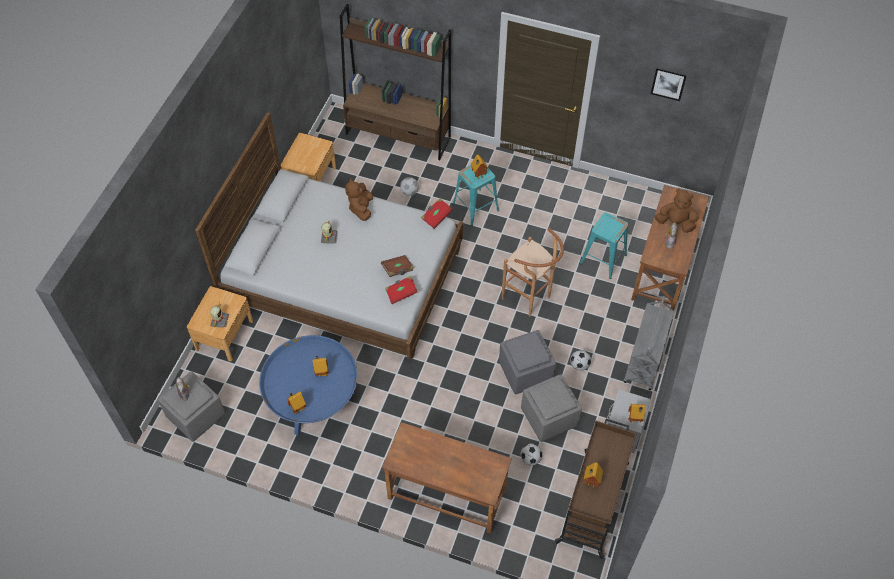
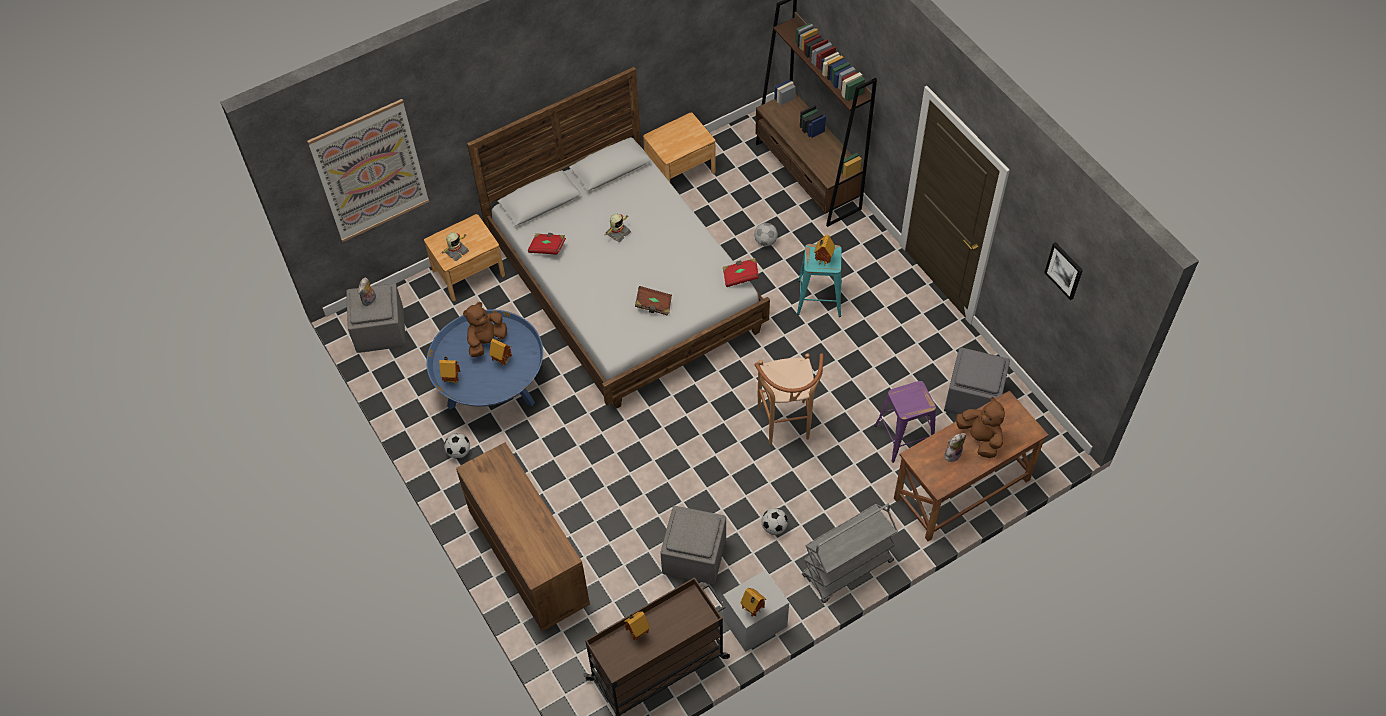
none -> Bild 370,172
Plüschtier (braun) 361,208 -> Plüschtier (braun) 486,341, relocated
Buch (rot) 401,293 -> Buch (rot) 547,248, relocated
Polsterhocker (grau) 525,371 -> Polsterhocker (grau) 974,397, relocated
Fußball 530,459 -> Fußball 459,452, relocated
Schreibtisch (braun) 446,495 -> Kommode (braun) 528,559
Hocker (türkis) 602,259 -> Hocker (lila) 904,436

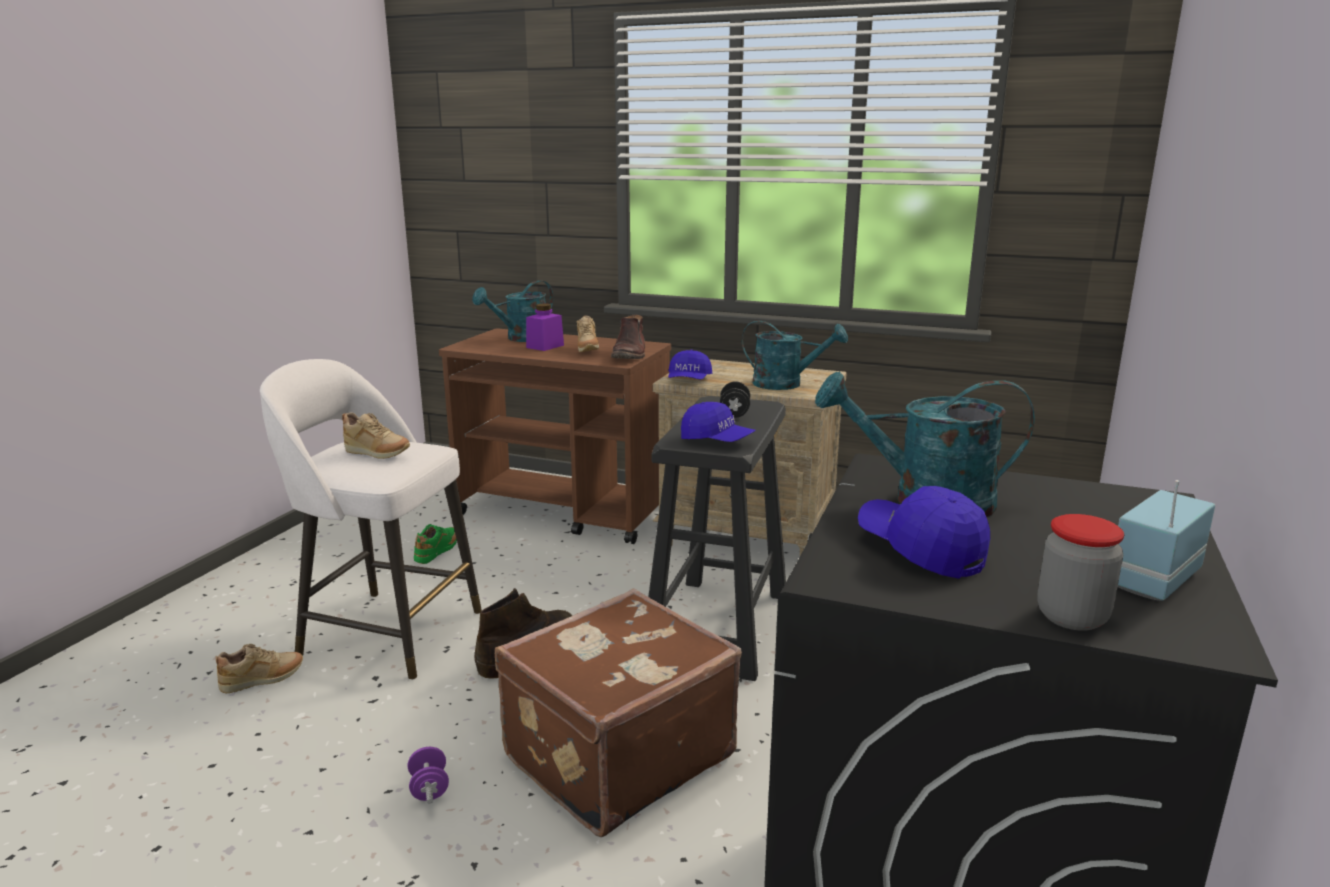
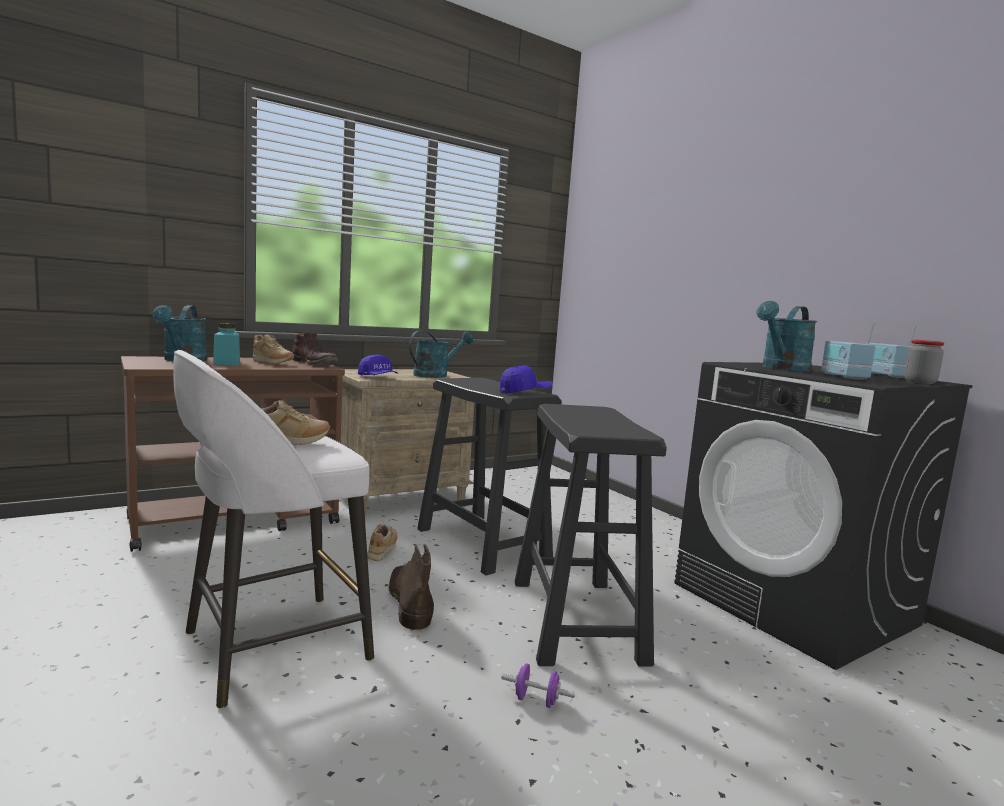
Schuh (grün) 438,552 -> none
Hantel (schwarz) 734,413 -> none
Schuh (beige) 263,681 -> Schuh (beige) 383,551, relocated
Koffer (braun) 615,755 -> Hocker (schwarz) 576,620
Kappe (blau) 920,550 -> Radio 843,376
Vorratsglas (lila) 545,346 -> Vorratsglas (türkis) 227,363

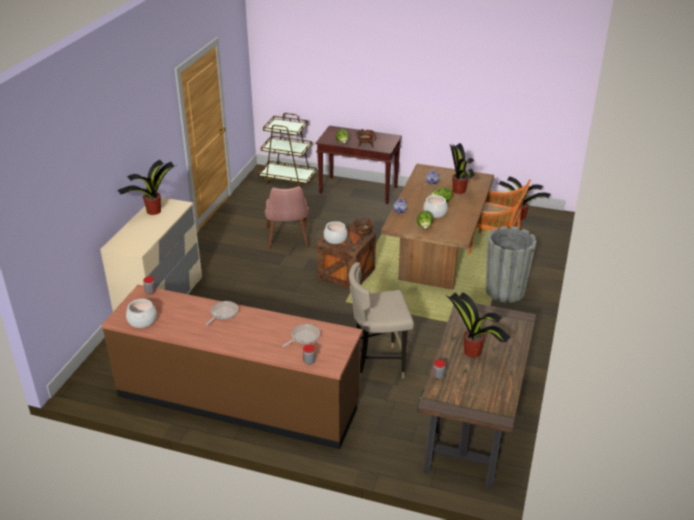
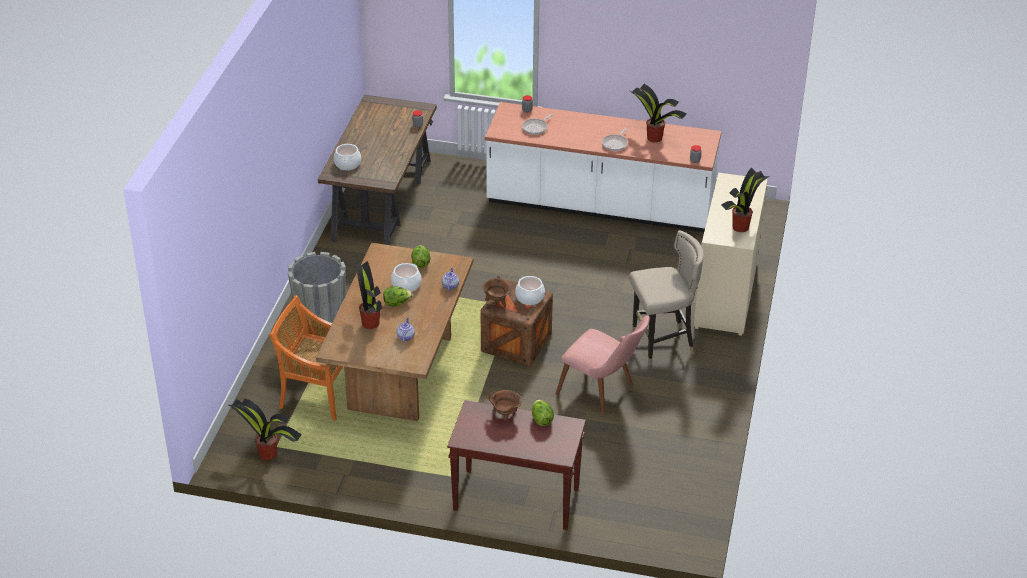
Rollwagen (braun) 288,178 -> none
Kochtopf 142,320 -> Kochtopf 347,164, relocated
Hocker (beige) 378,364 -> Hocker (beige) 662,344, relocated
Topfpflanze 473,352 -> Topfpflanze 654,137, relocated
Küchenzeile (braun) 238,399 -> Küchenzeile (weiß) 600,205
Stuhl (rosa) 288,240 -> Stuhl (rosa) 603,391, 135 degrees clockwise

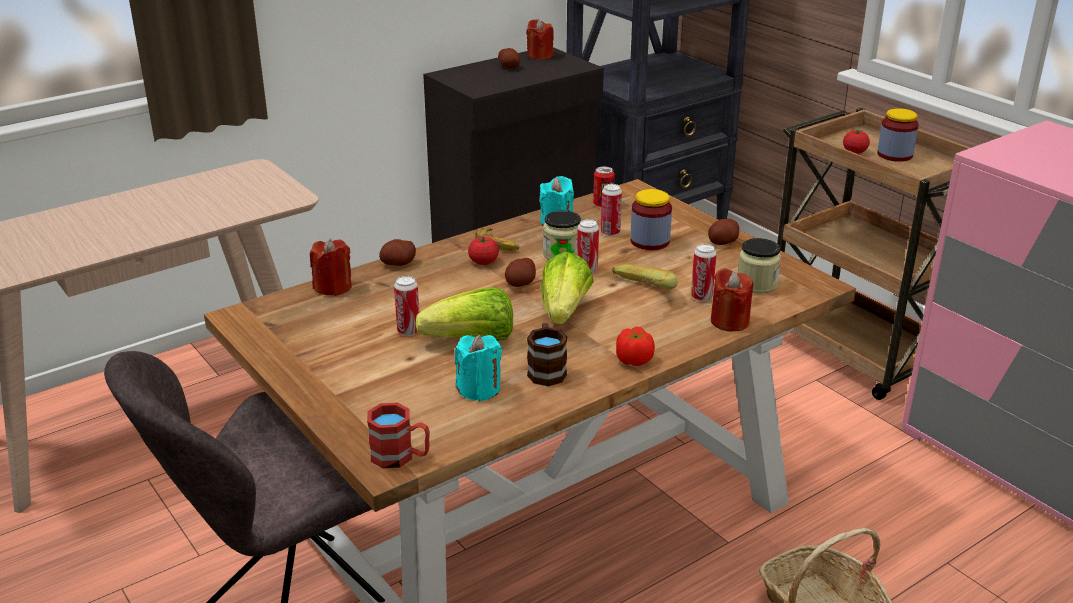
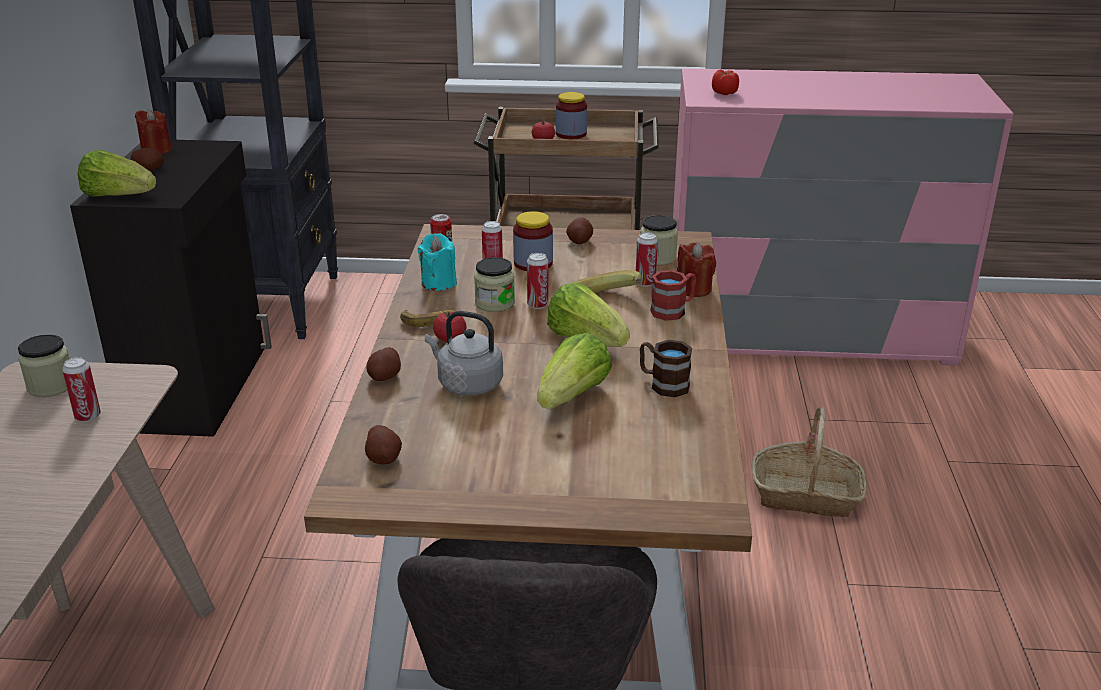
Kerze (rot) 333,287 -> none
Kerze (türkis) 479,389 -> none
none -> Vorratsglas 51,385
none -> Salatkopf 118,196
none -> Wasserkessel (grau) 467,384
Henkelbecher (rot) 400,457 -> Henkelbecher (rot) 673,310, relocated
Dose 408,331 -> Dose 88,416, relocated
Kartoffel 520,283 -> Kartoffel 384,458, relocated
Tomate 634,360 -> Tomate 724,93, relocated

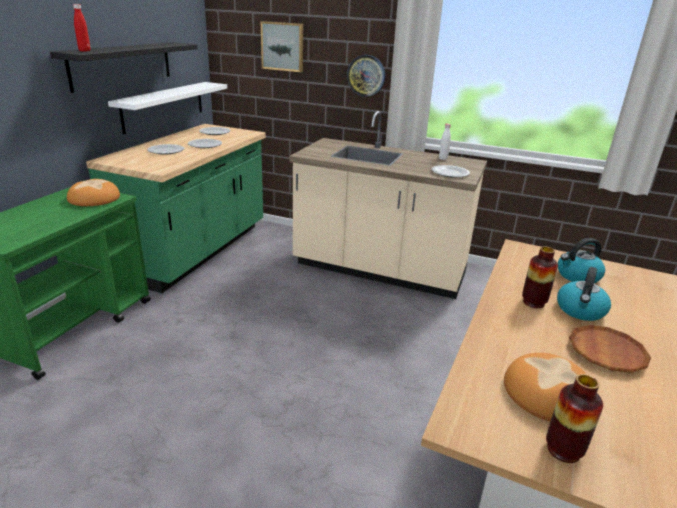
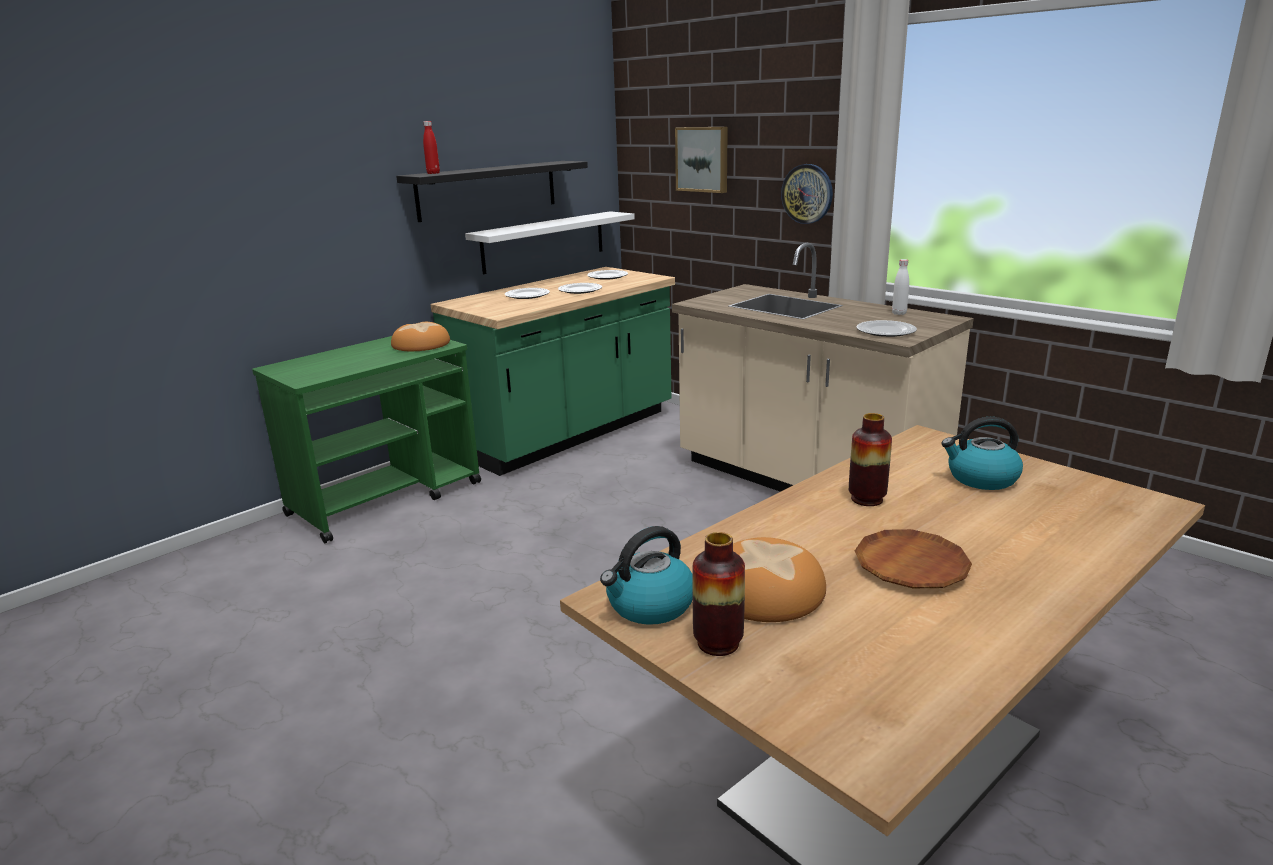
Wasserkessel 580,310 -> Wasserkessel 649,605, relocated

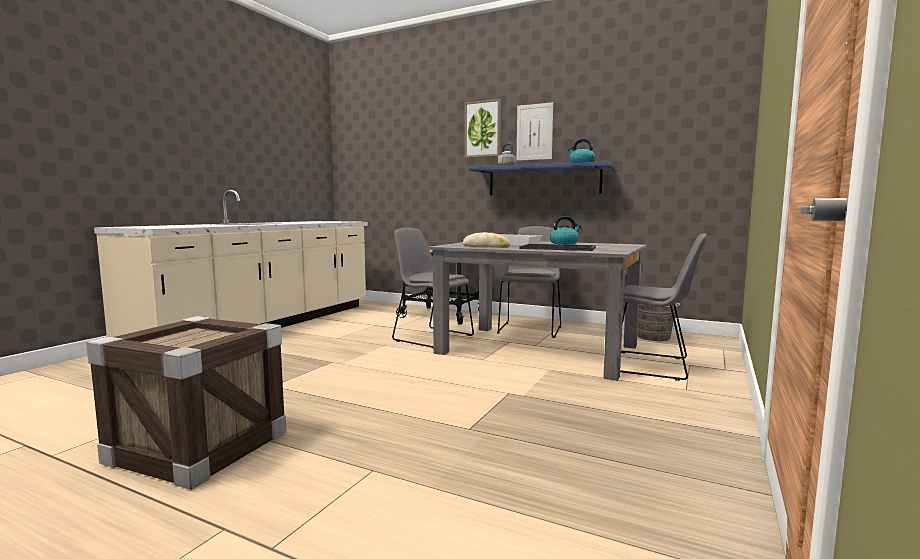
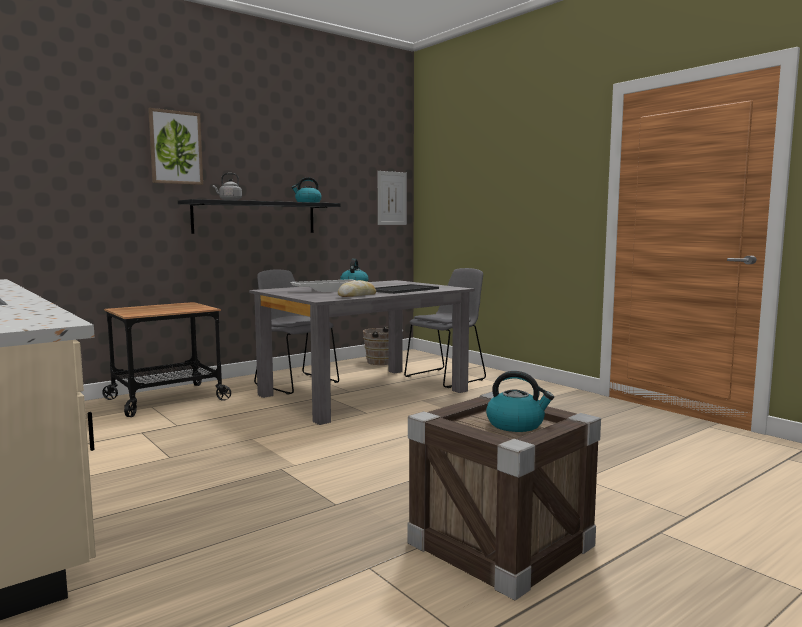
Stuhl (grau) 431,337 -> none
none -> Wasserkessel 516,424
Bild 534,132 -> Bild 392,198, relocated
Wandregal (blau) 543,181 -> Wandregal (schwarz) 255,217

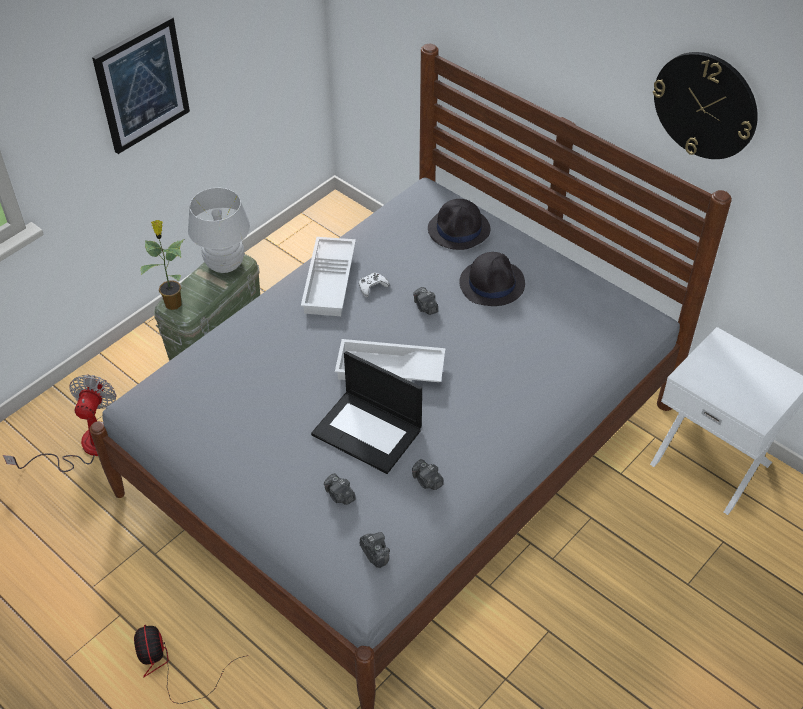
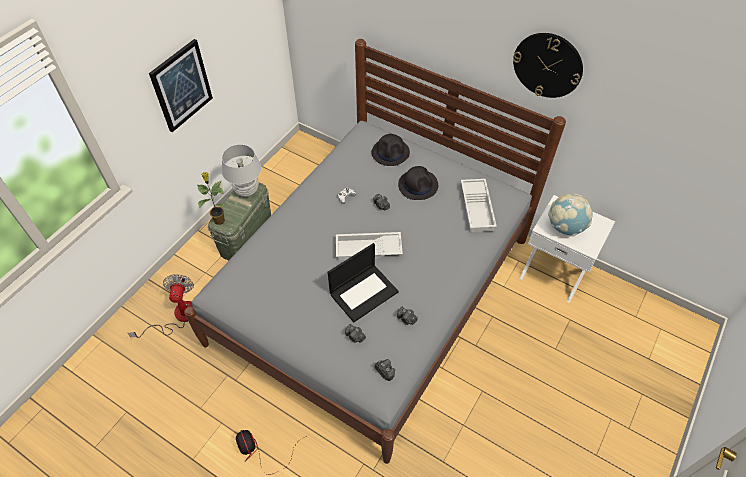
none -> Globus 565,227
Tablett (weiß) 331,282 -> Tablett (weiß) 478,208, relocated
Laptop 368,431 -> Laptop 364,292, 60 degrees counterclockwise

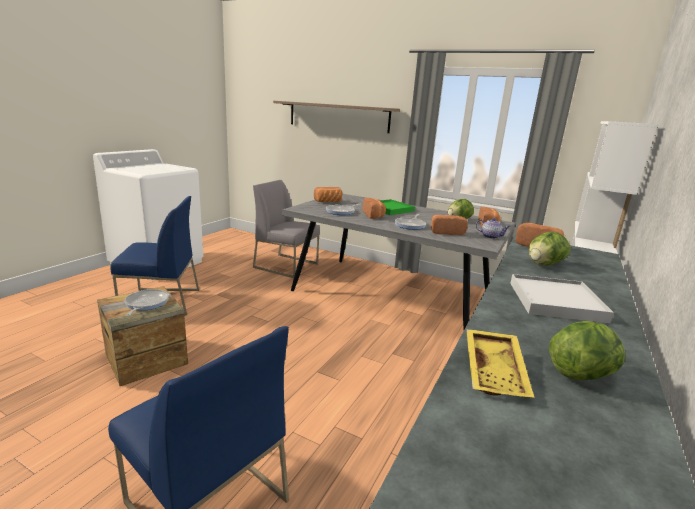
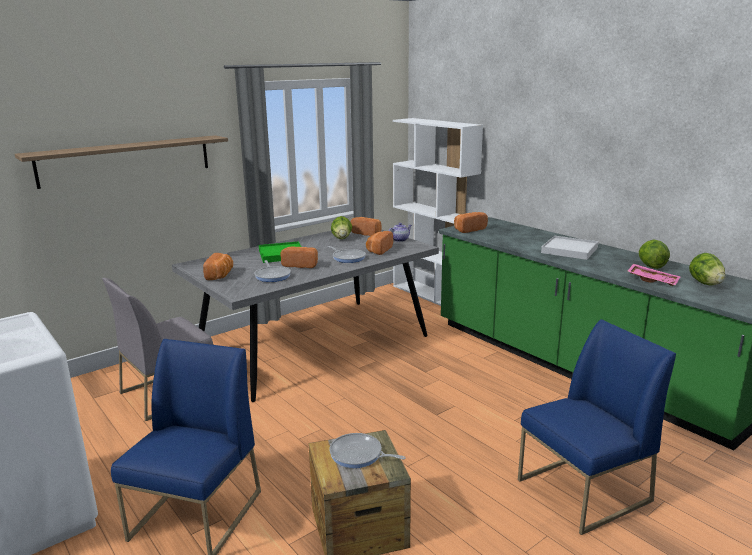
Salatkopf 544,264 -> Salatkopf 705,283, relocated
Tablett (gelb) 496,372 -> Tablett (rosa) 652,280

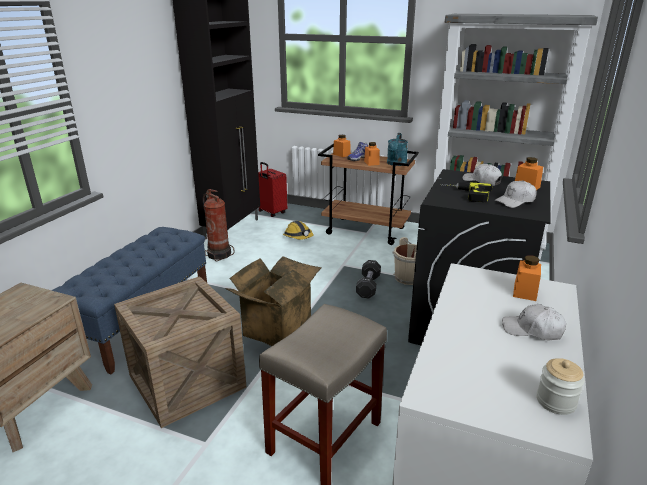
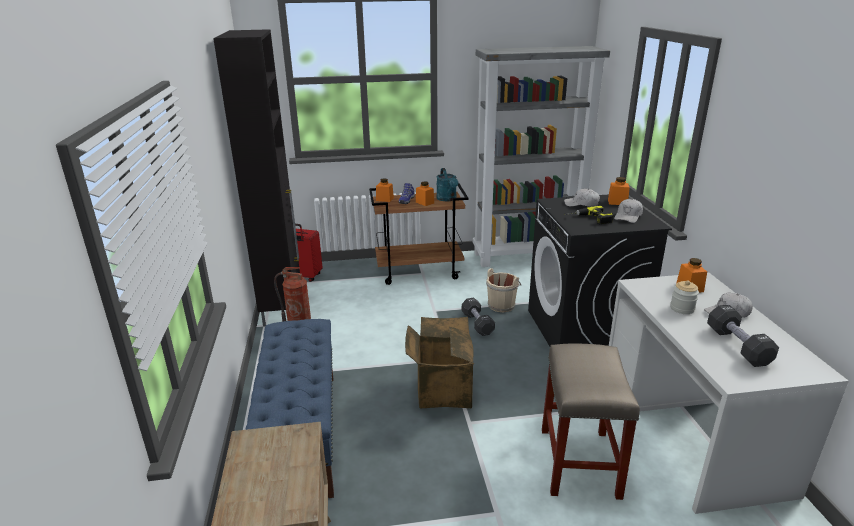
Kiste 187,381 -> none
Schutzhelm 298,237 -> none
none -> Hantel (schwarz) 738,346
Vorratsglas 556,401 -> Vorratsglas 682,308, relocated

